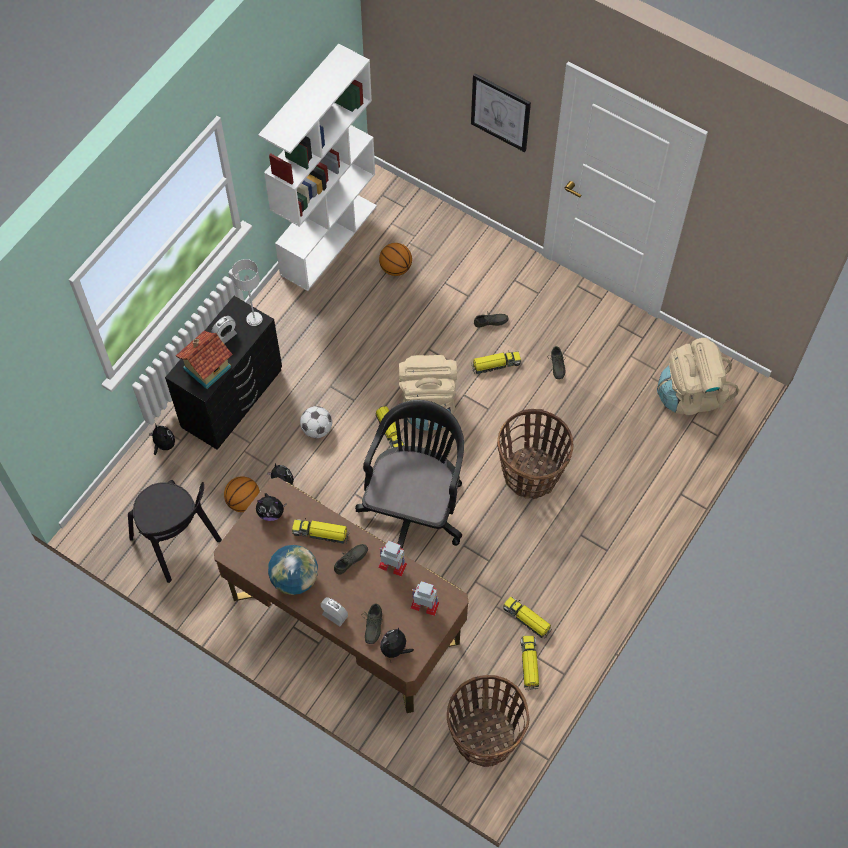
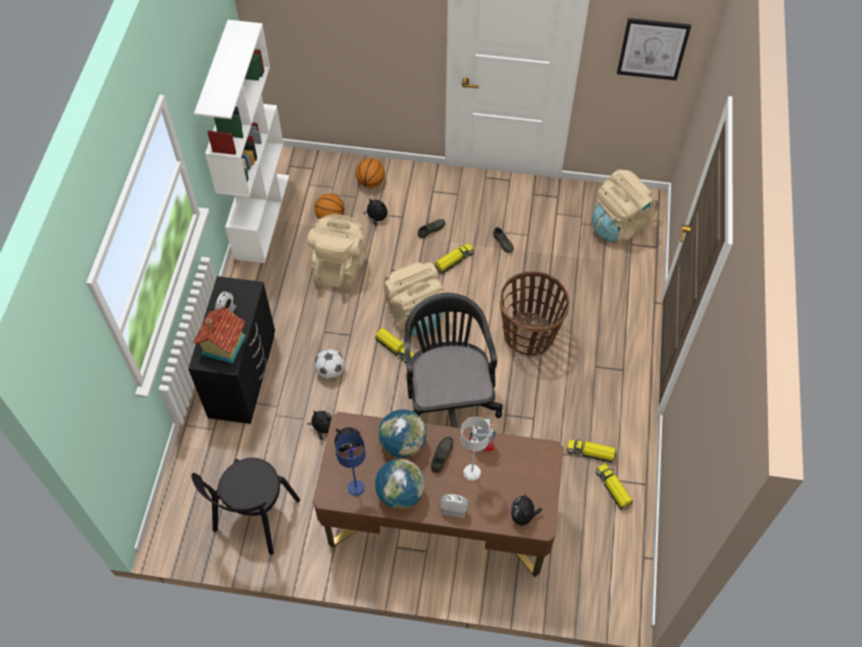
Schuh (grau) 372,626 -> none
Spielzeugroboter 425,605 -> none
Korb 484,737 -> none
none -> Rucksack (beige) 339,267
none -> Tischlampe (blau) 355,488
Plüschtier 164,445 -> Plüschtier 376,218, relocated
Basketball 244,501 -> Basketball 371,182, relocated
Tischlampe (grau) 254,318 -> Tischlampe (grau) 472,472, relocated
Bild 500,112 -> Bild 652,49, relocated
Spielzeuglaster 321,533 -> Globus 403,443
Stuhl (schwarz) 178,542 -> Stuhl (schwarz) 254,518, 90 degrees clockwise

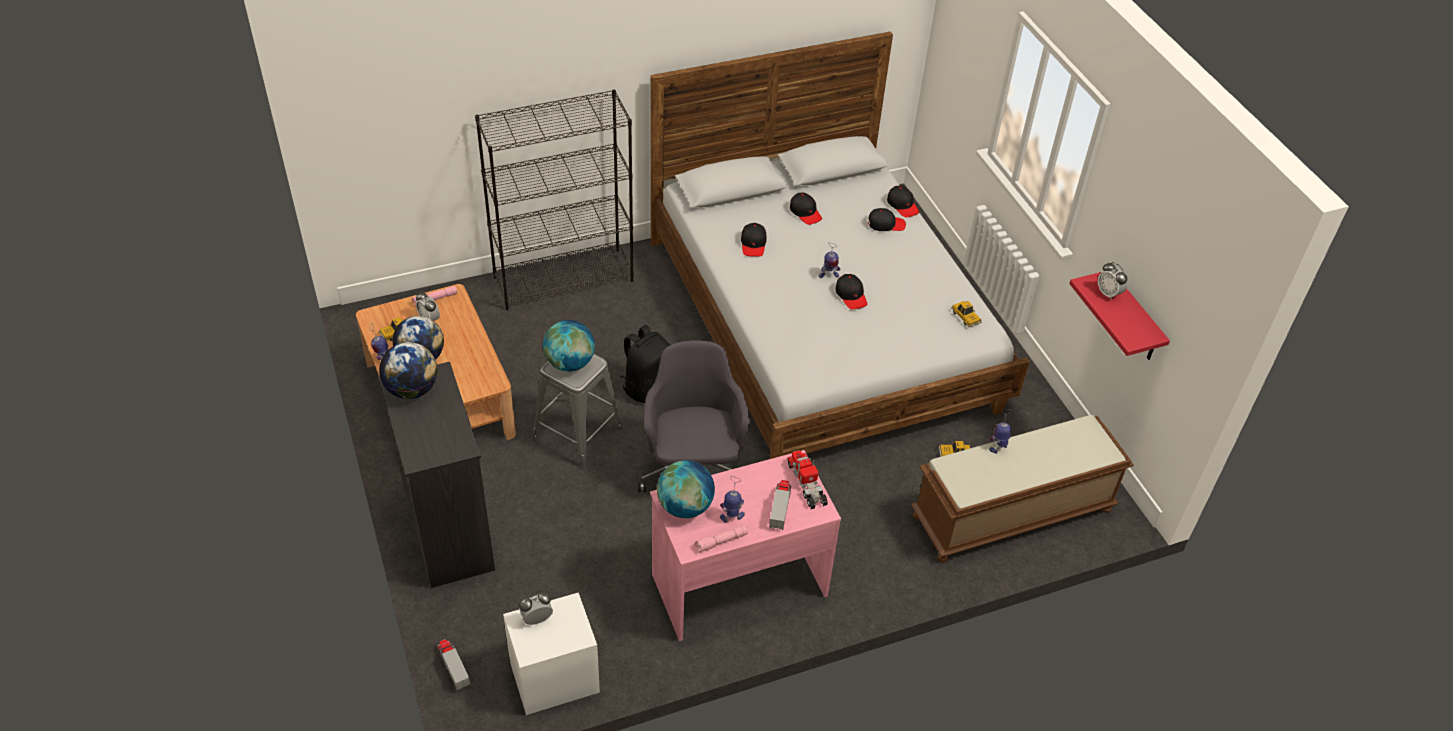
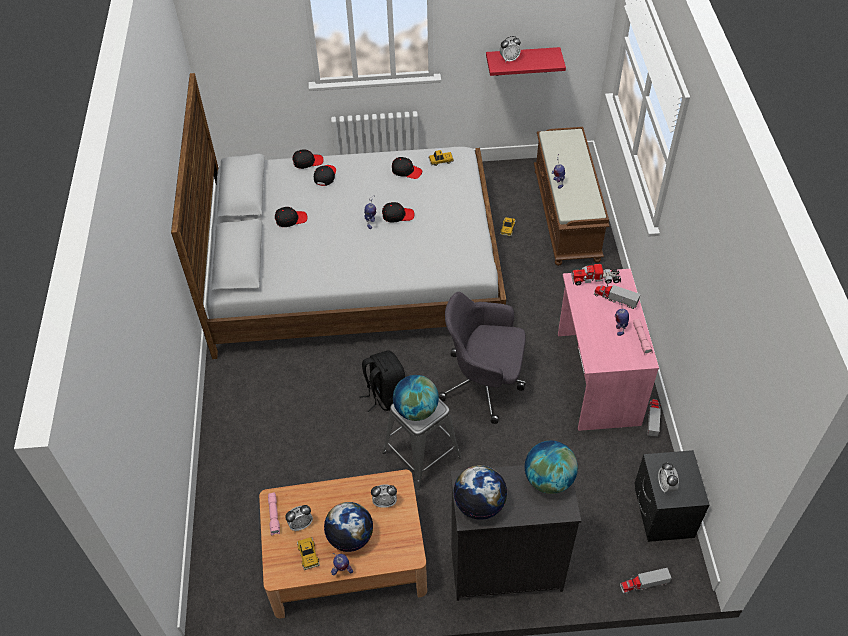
Bücherregal (schwarz) 564,278 -> none
none -> Wecker 385,502
none -> Spielzeuglaster 652,419
Globus 685,507 -> Globus 549,480, relocated
Kappe (schwarz) 753,244 -> Kappe (schwarz) 406,171, relocated
Nachttisch (weiß) 554,676 -> Nachttisch (schwarz) 662,513

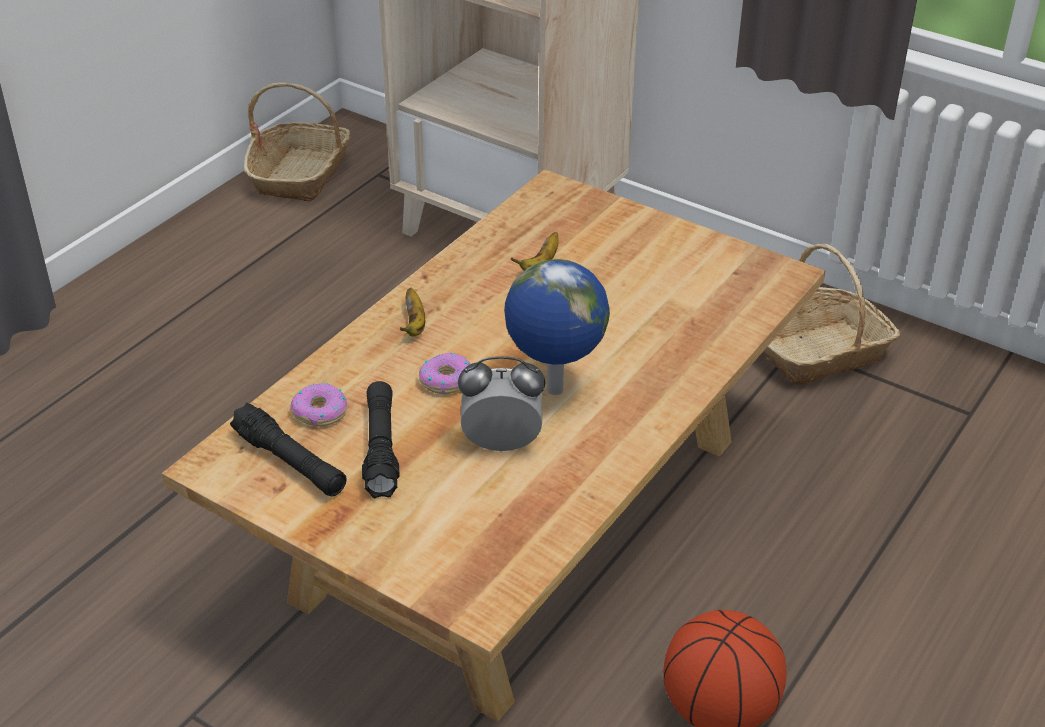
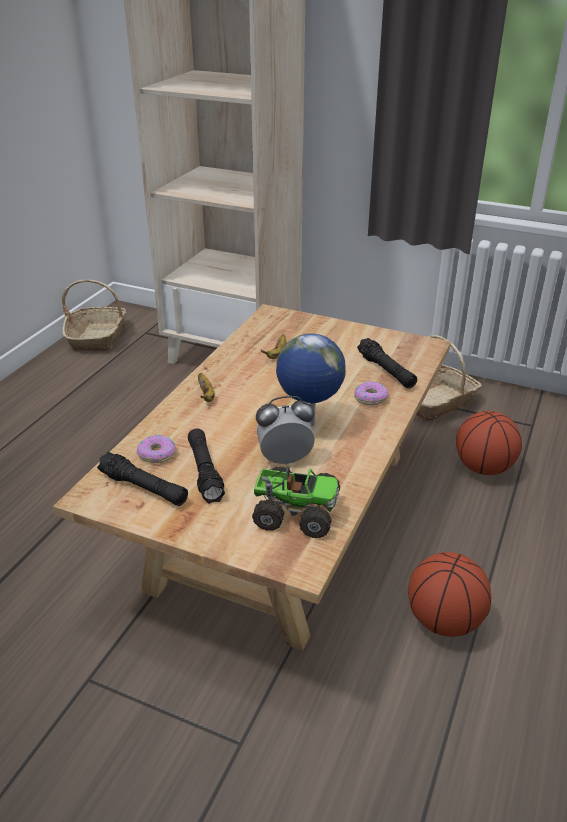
none -> Spielzeuglaster 295,512
none -> Taschenlampe (schwarz) 386,371
none -> Basketball 483,468
Donut 446,380 -> Donut 370,398, relocated

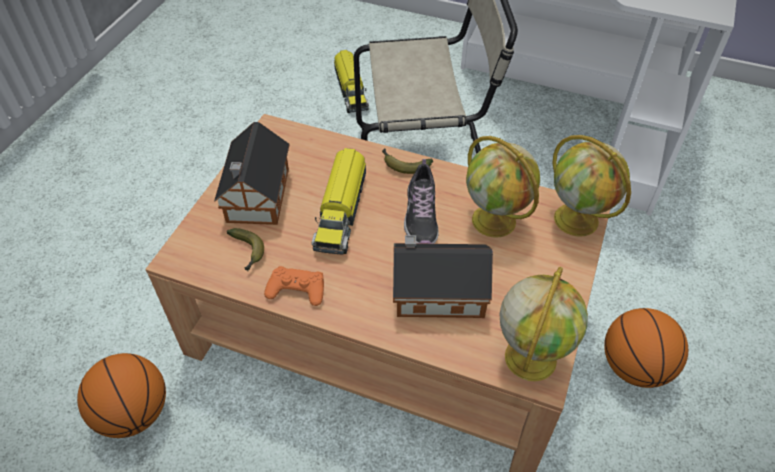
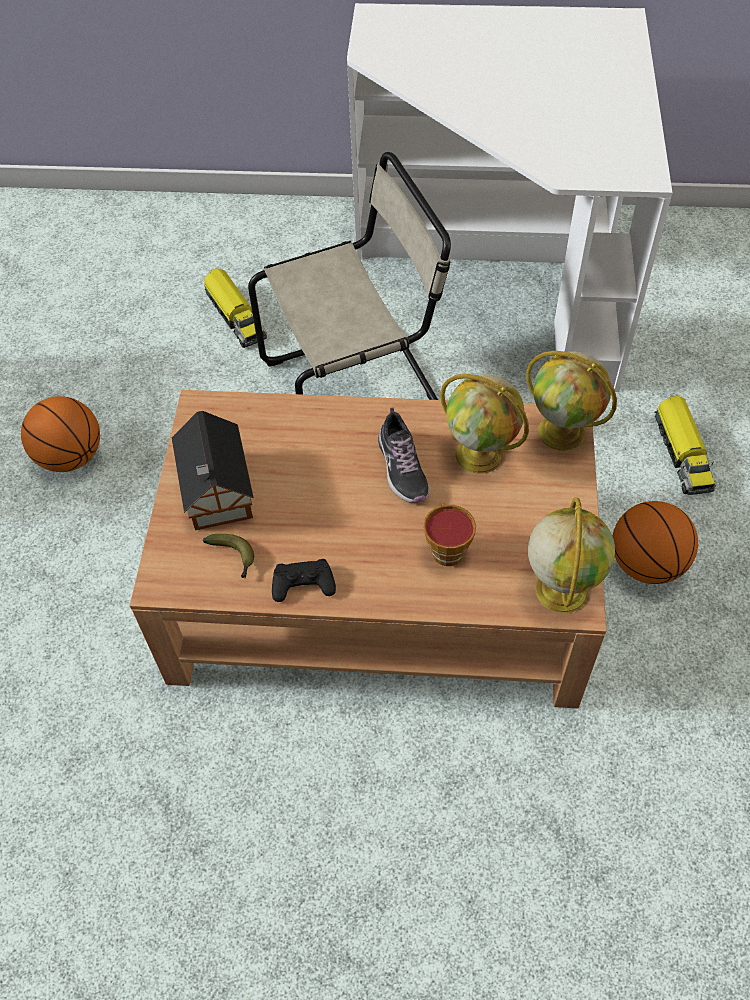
Banane 403,165 -> none
Basketball 134,413 -> Basketball 71,457, relocated
Spielzeuglaster 341,210 -> Spielzeuglaster 682,453, relocated
Spielzeughaus 435,292 -> Tasse 446,548
Gamepad (orange) 296,289 -> Gamepad (schwarz) 303,584

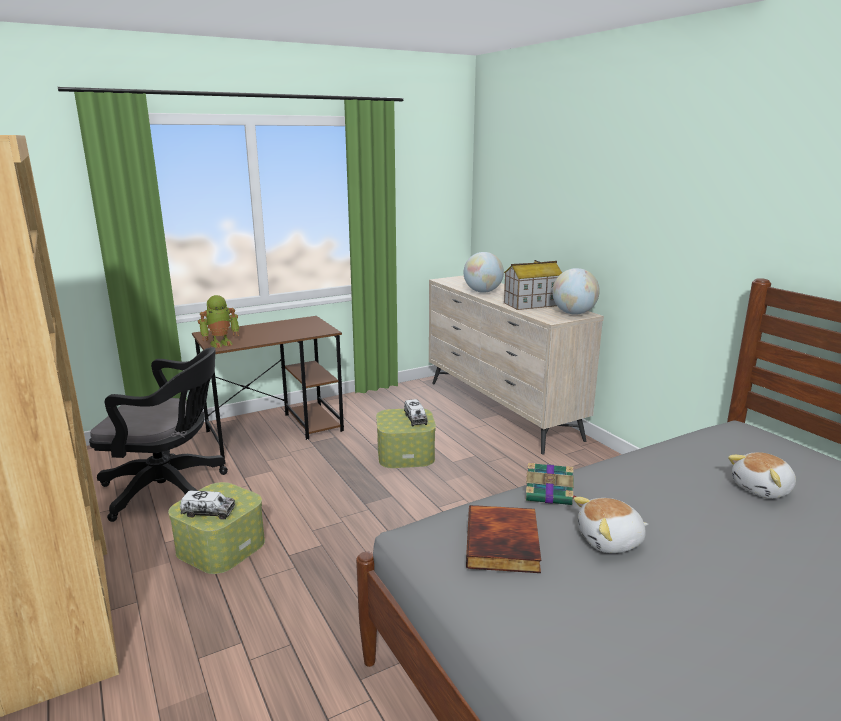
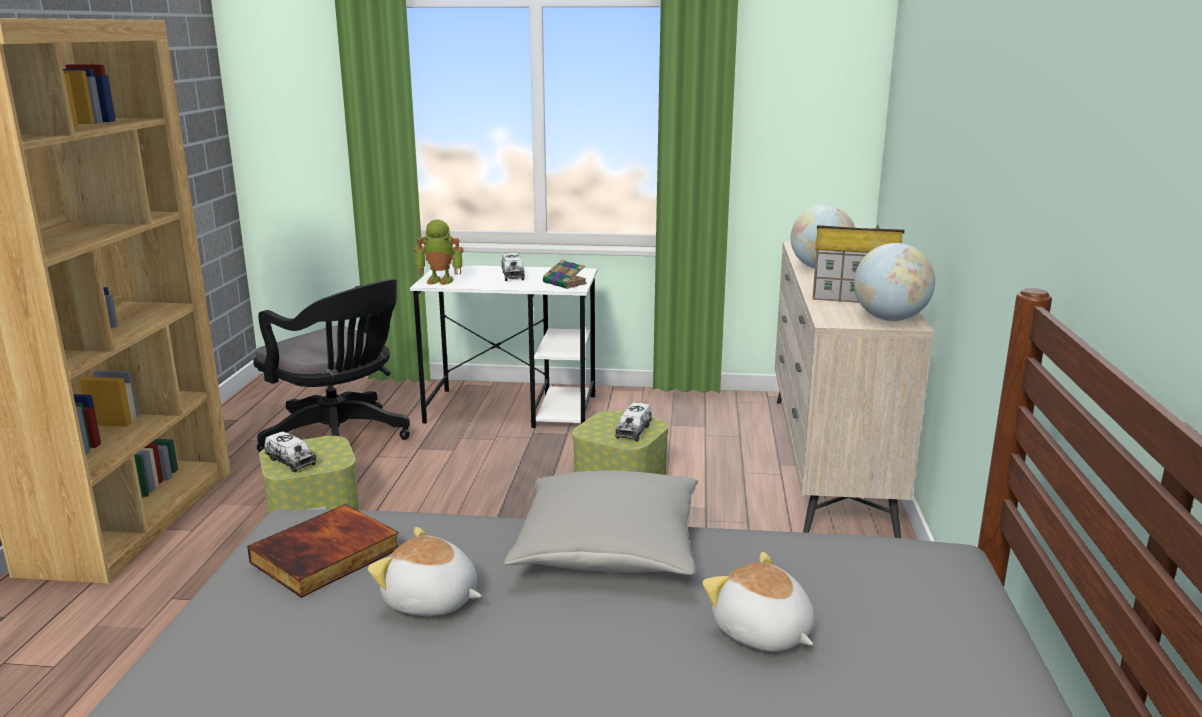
none -> Spielzeuglaster 513,275
none -> Kissen (grau) 608,549
Buch 550,494 -> Buch 565,283, relocated
Schreibtisch (braun) 276,431 -> Schreibtisch (weiß) 513,409
Plüschtier 763,489 -> Plüschtier 761,633, 45 degrees clockwise

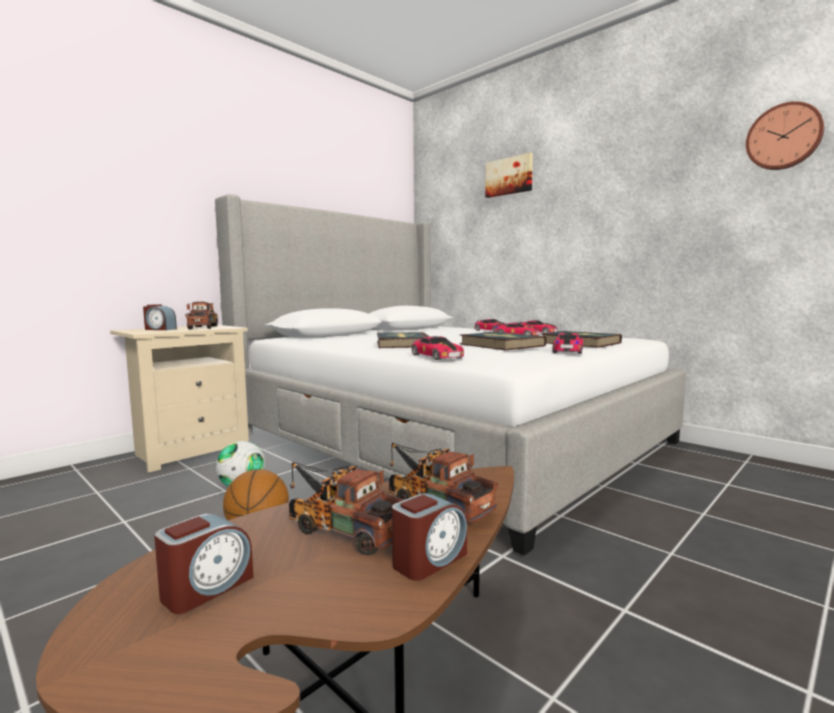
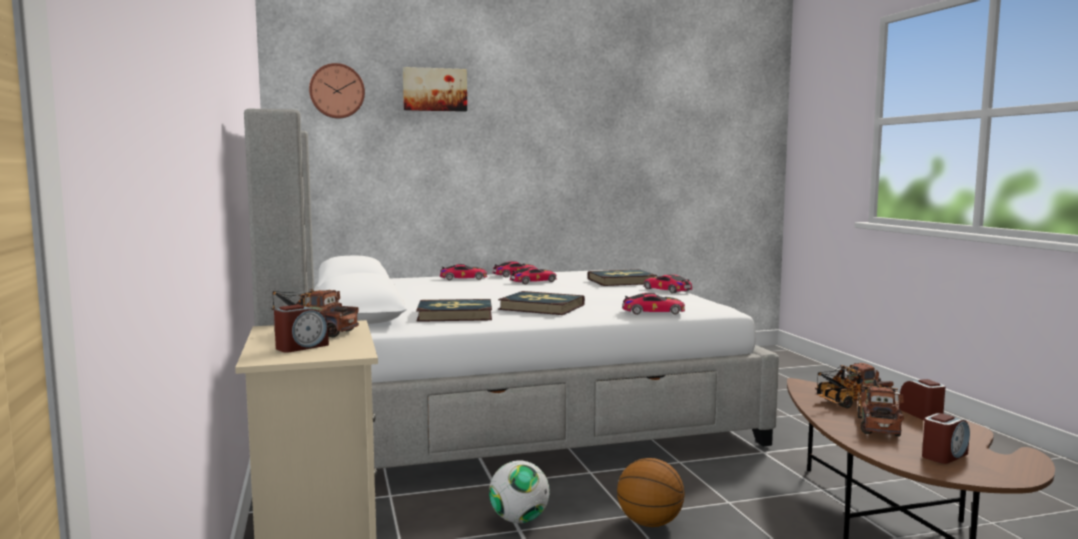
Buch 501,345 -> Buch 455,315, relocated
Wanduhr 784,137 -> Wanduhr 337,91, relocated
Wecker 206,588 -> Wecker 944,455, 75 degrees clockwise
Spielzeuglaster 342,529 -> Spielzeuglaster 877,424, 135 degrees clockwise

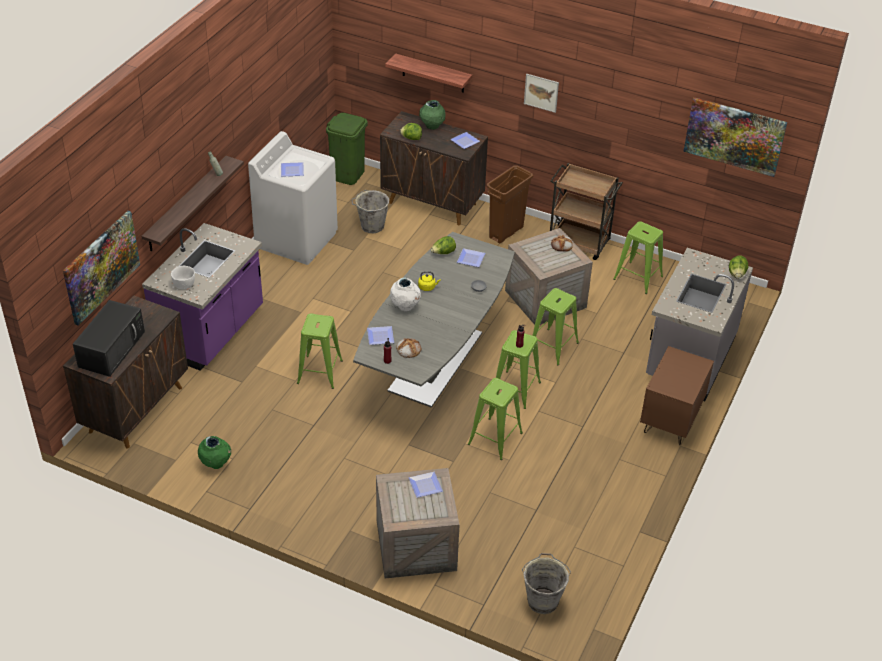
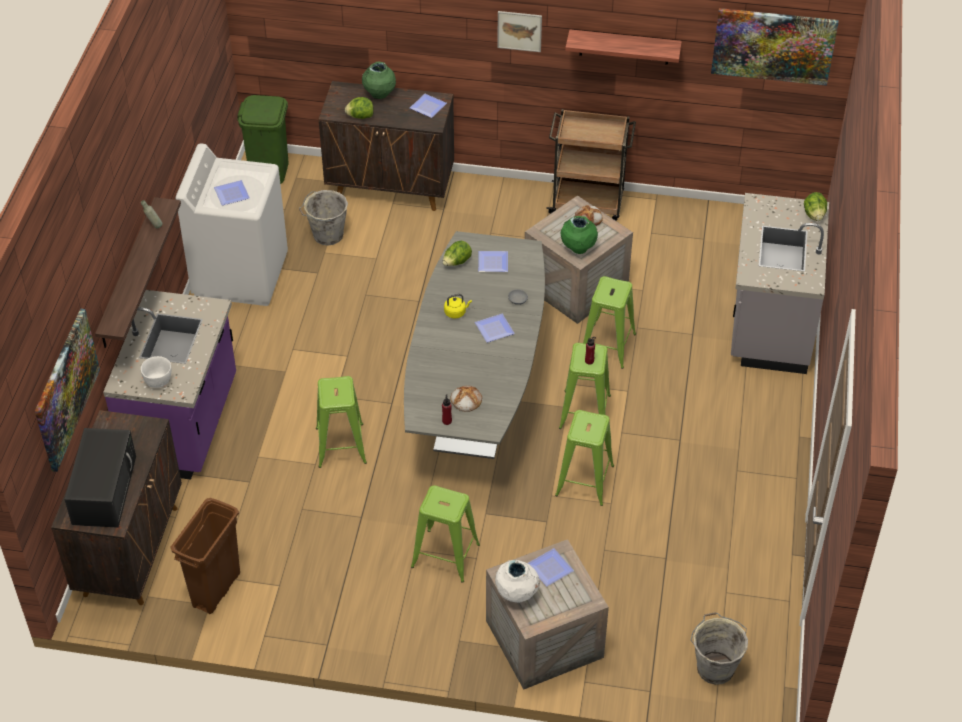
Nachttisch (braun) 671,421 -> none
Vase (grün) 216,464 -> Vase (grün) 578,249, relocated
Teller 379,336 -> Teller 493,329, relocated
Wandregal 433,73 -> Wandregal 624,47, relocated
Vase (weiß) 405,307 -> Vase (weiß) 517,595, relocated
Mülleimer (braun) 506,232 -> Mülleimer (braun) 216,590, relocated
Hocker (grün) 638,278 -> Hocker (grün) 446,556, relocated

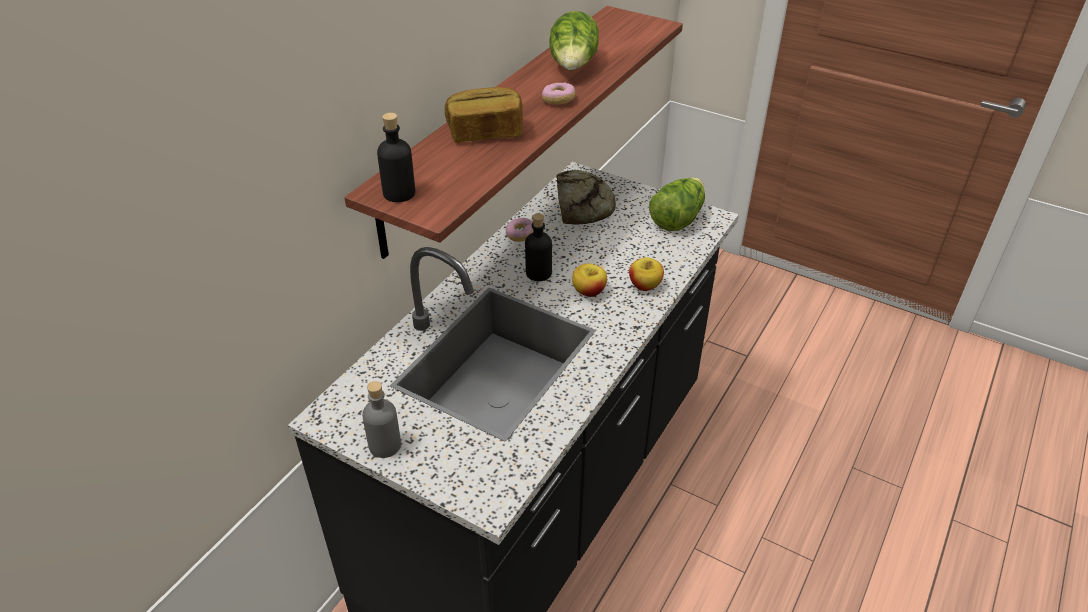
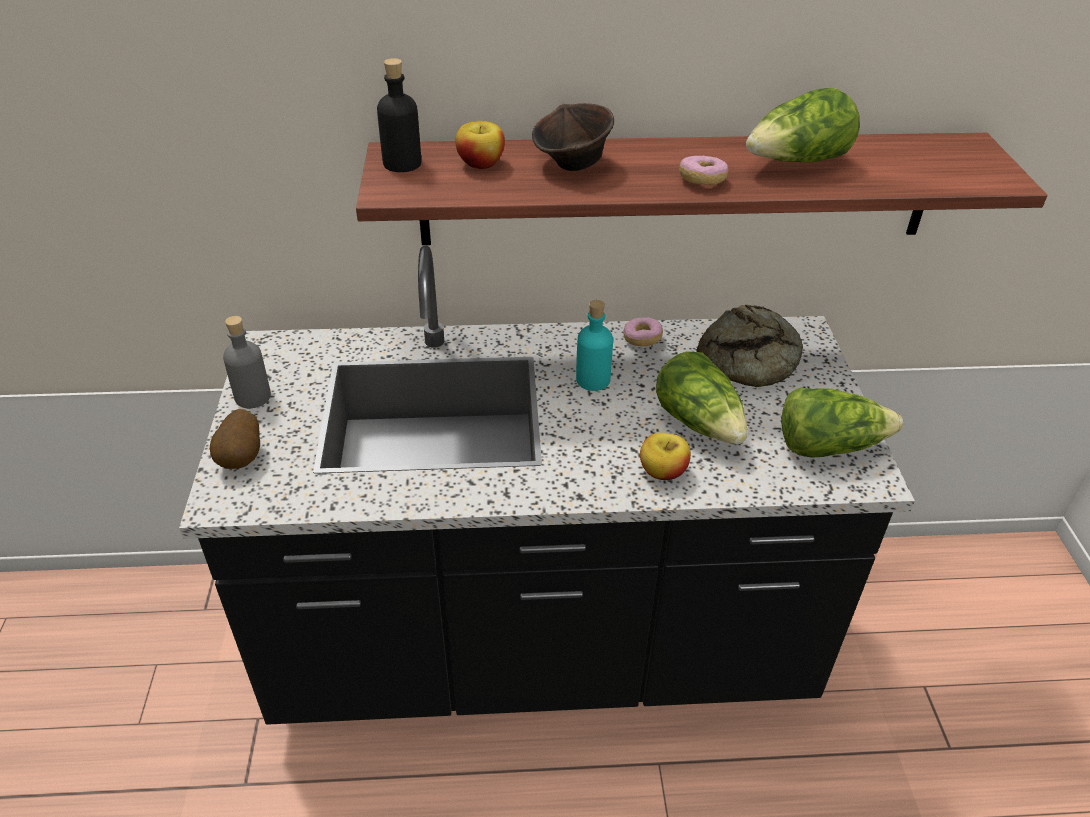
none -> Kartoffel 242,458
none -> Salatkopf 700,423
Apfel 589,291 -> Apfel 481,164, relocated
Brot 485,132 -> Schüssel (braun) 572,164
Flasche (schwarz) 538,273 -> Flasche (türkis) 593,380

